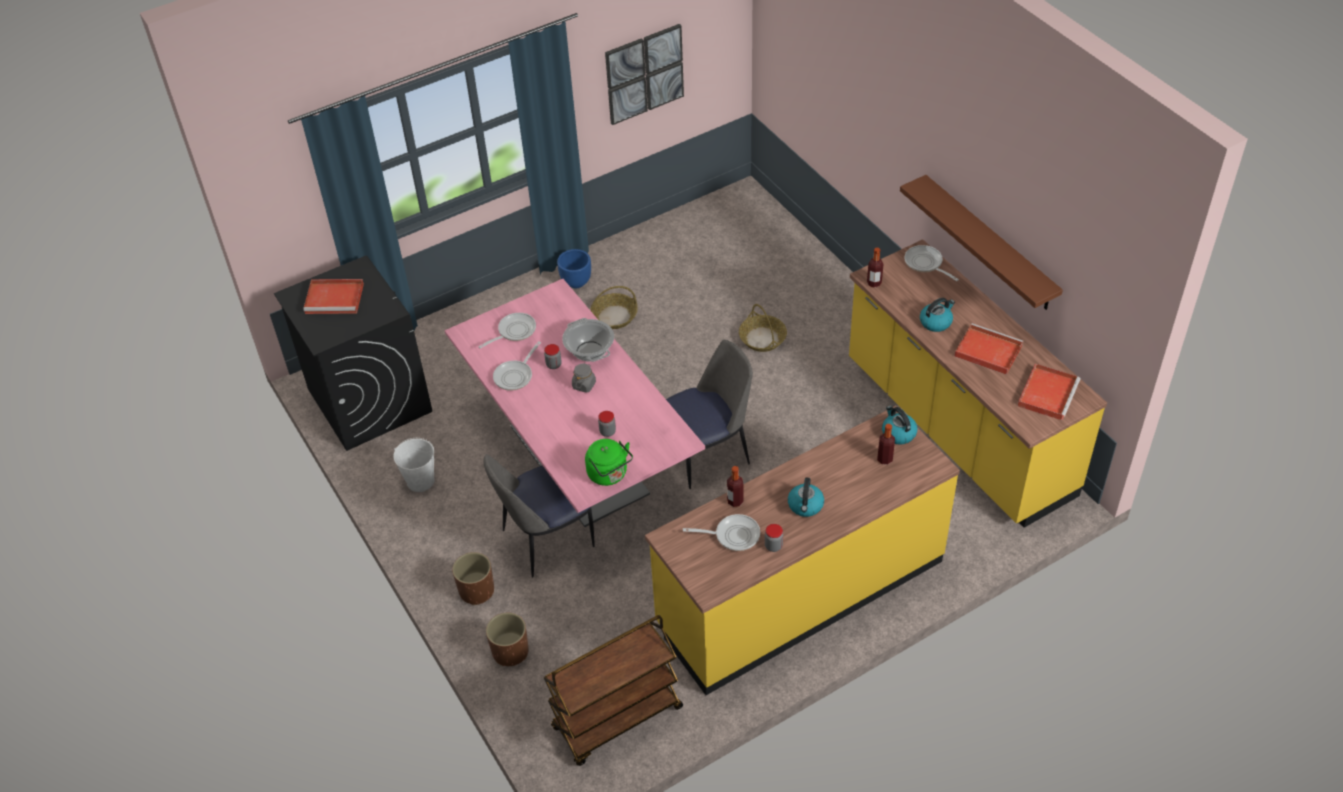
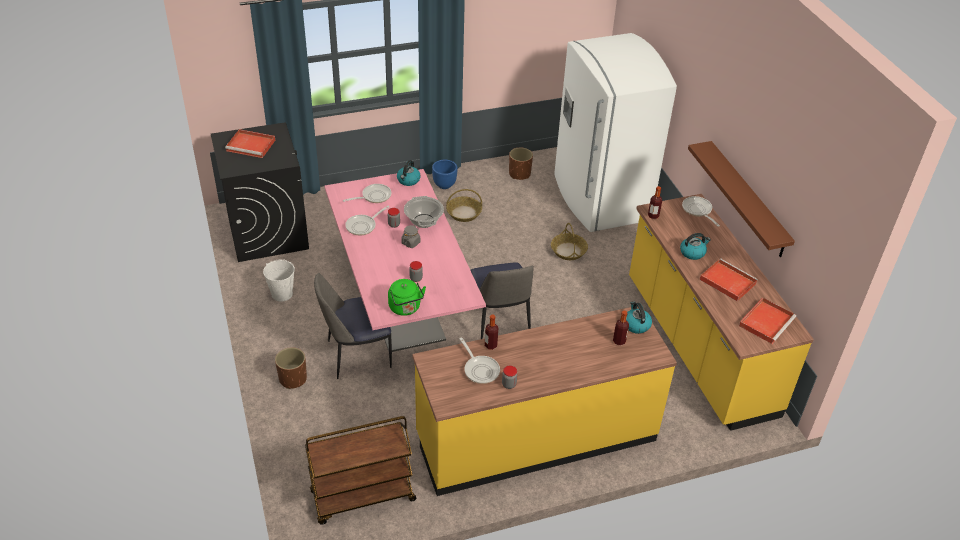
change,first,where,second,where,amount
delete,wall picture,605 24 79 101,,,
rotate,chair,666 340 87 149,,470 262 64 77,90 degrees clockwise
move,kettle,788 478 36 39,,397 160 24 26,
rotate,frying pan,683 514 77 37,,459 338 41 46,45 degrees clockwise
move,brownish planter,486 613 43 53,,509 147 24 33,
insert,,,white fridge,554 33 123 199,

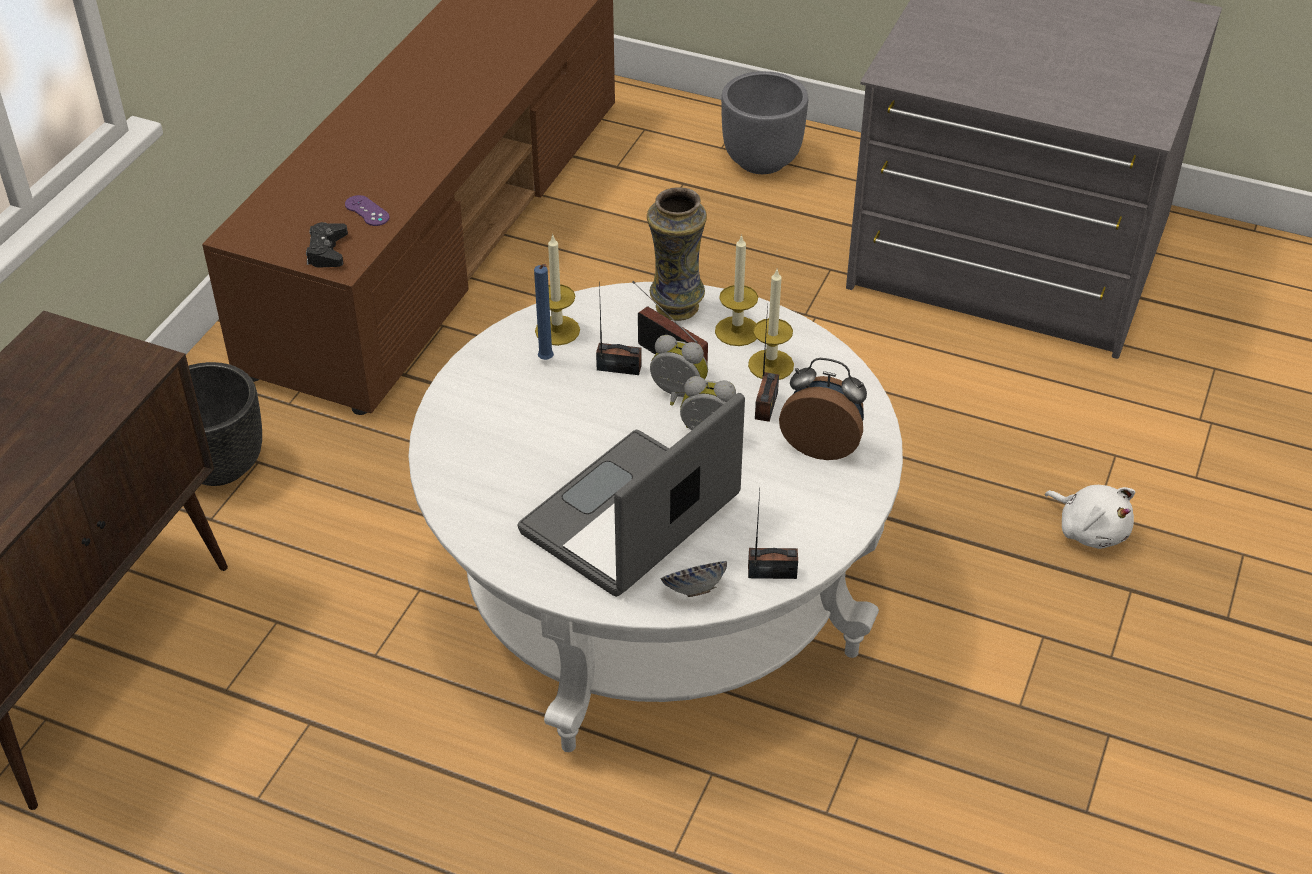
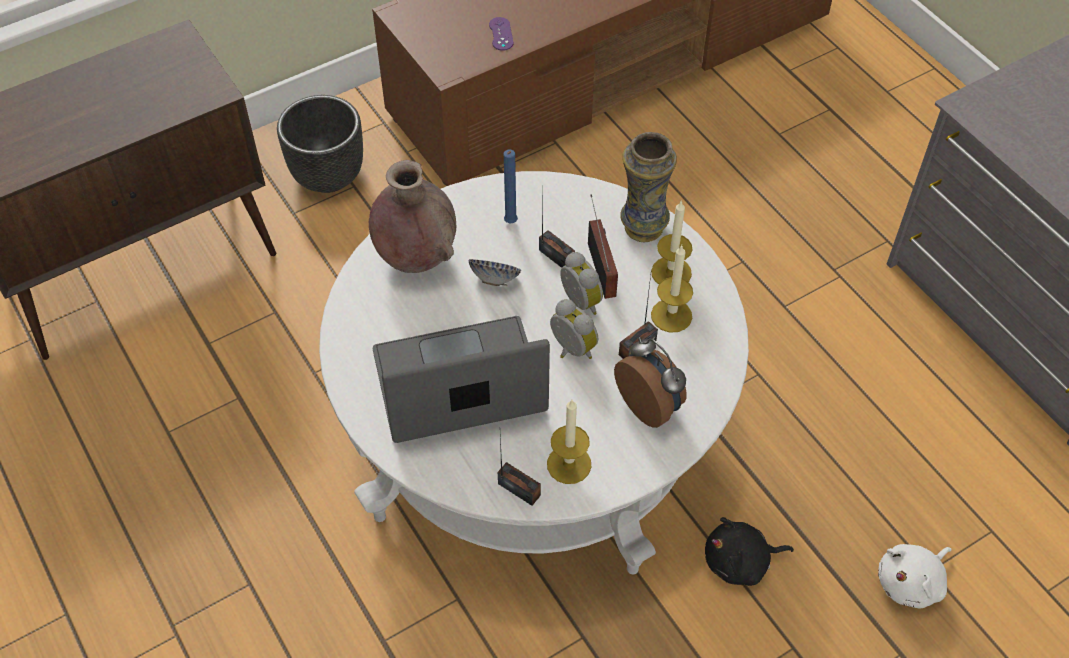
change,first,where,second,where,amount
delete,gray planter,721 71 87 103,,,
delete,black-coloured gamepad,306 222 42 46,,,
move,wax light,535 234 45 112,,547 400 44 84,
rotate,white cuddly toy,1045 485 90 64,,878 544 73 64,60 degrees clockwise
move,bowl,660 561 67 36,,469 259 52 27,
insert,,,brownish flower vase,369 160 87 113,
insert,,,black-coloured cuddly toy,705 517 89 69,

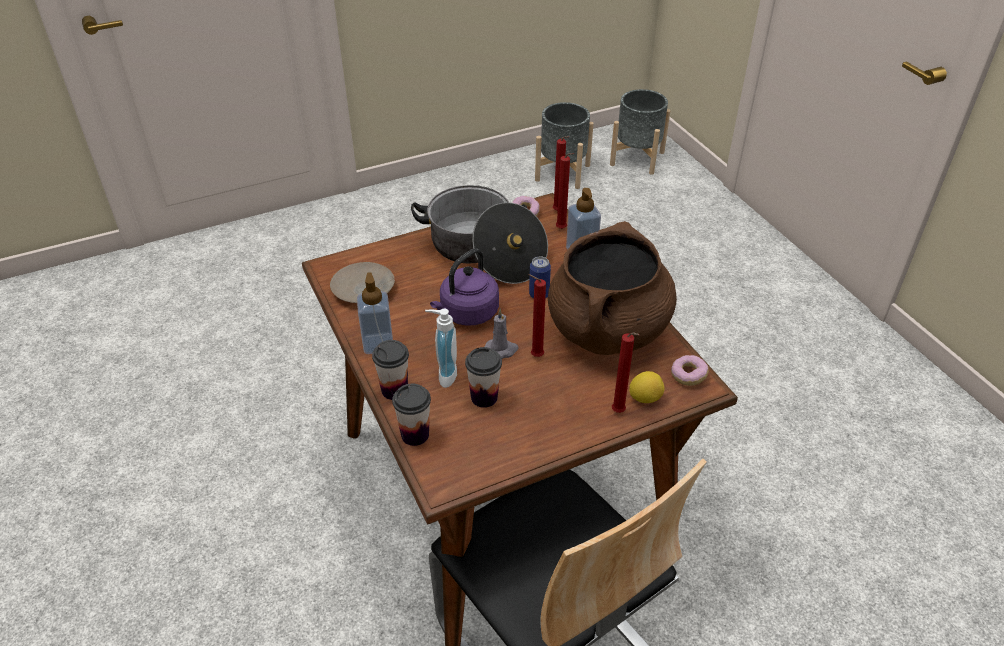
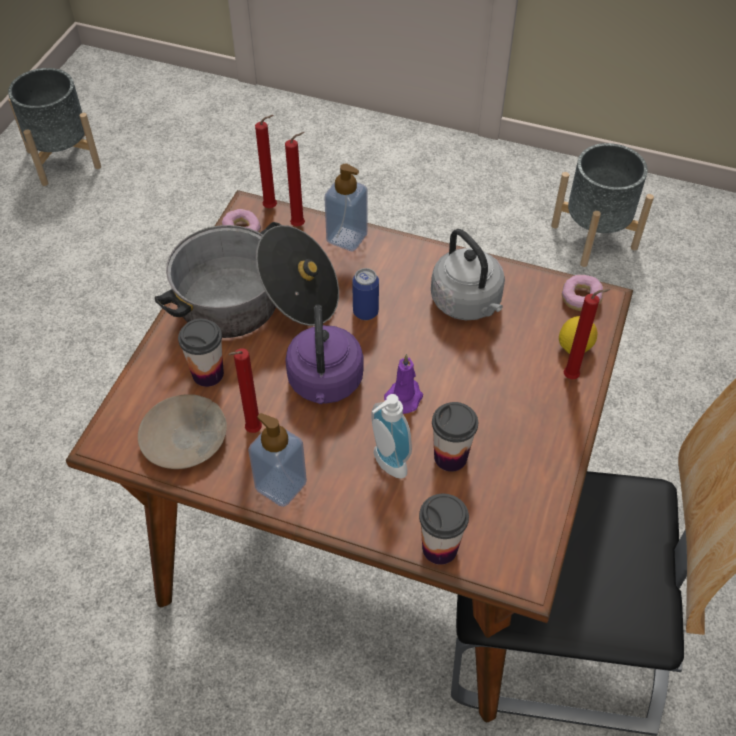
change,first,where,second,where,amount
move,gray planter,610 89 60 86,,551 143 103 124,
replace,brownish stockpot,548 221 129 134,gray kettle,431 229 74 91,
move,red-coloured wax light,528 274 18 83,,228 348 34 85,
recolor,gray wax light,485 309 33 50,purple wax light,384 354 39 60,
move,small cup,372 340 37 60,,178 319 46 68,

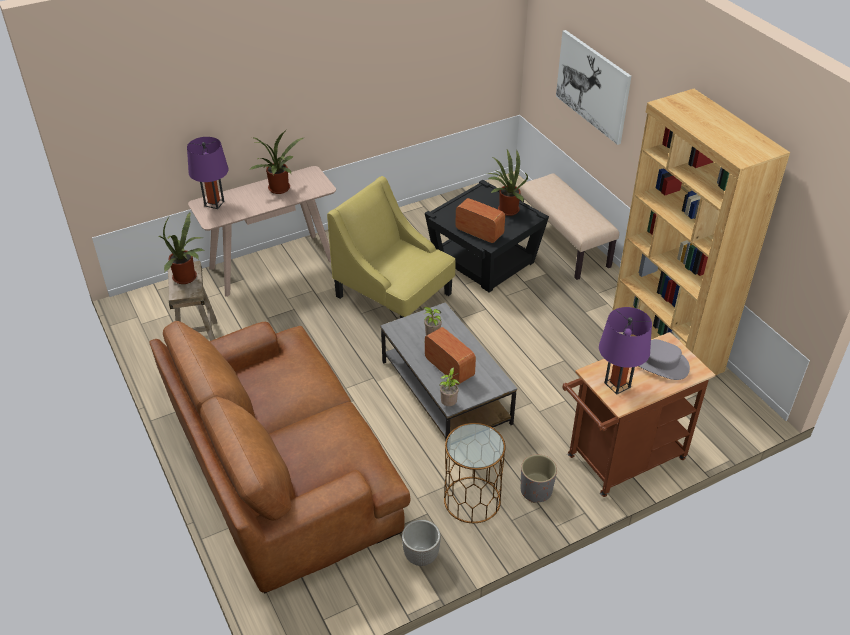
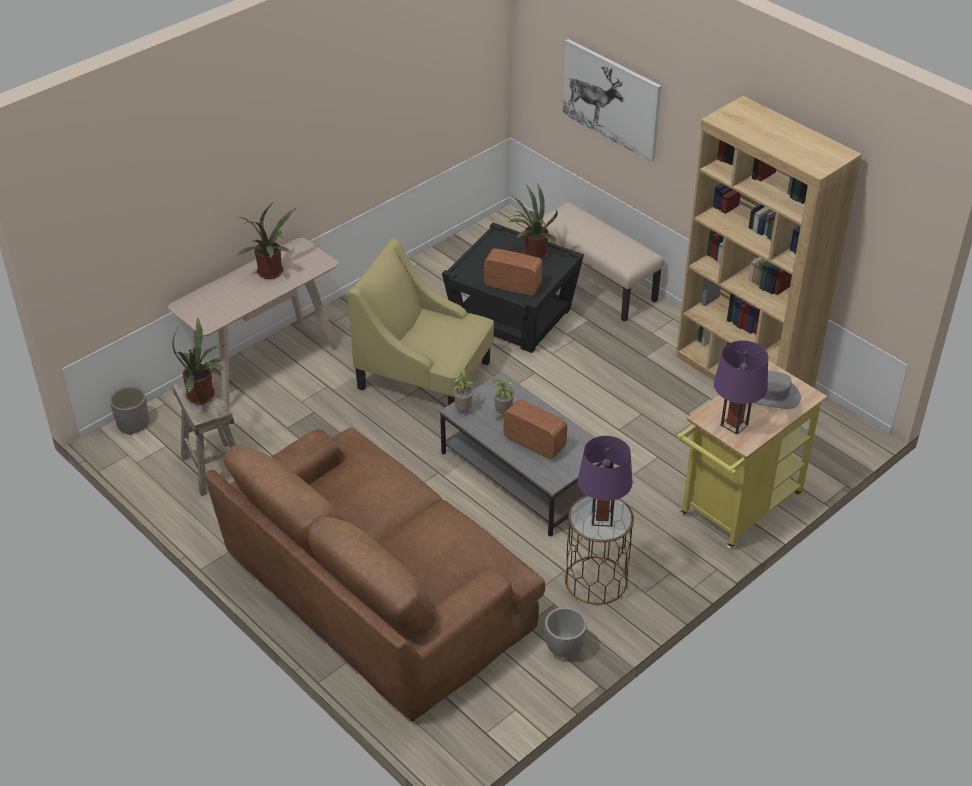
change,first,where,second,where,amount
move,purple lamp for a table,187 137 42 72,,578 436 55 91,
recolor,brownish trolley,562 332 153 165,yellow-coloured trolley,677 360 150 189,
move,potted plant,440 368 20 38,,453 369 20 42,
move,gray planter,520 455 37 48,,110 386 39 49,

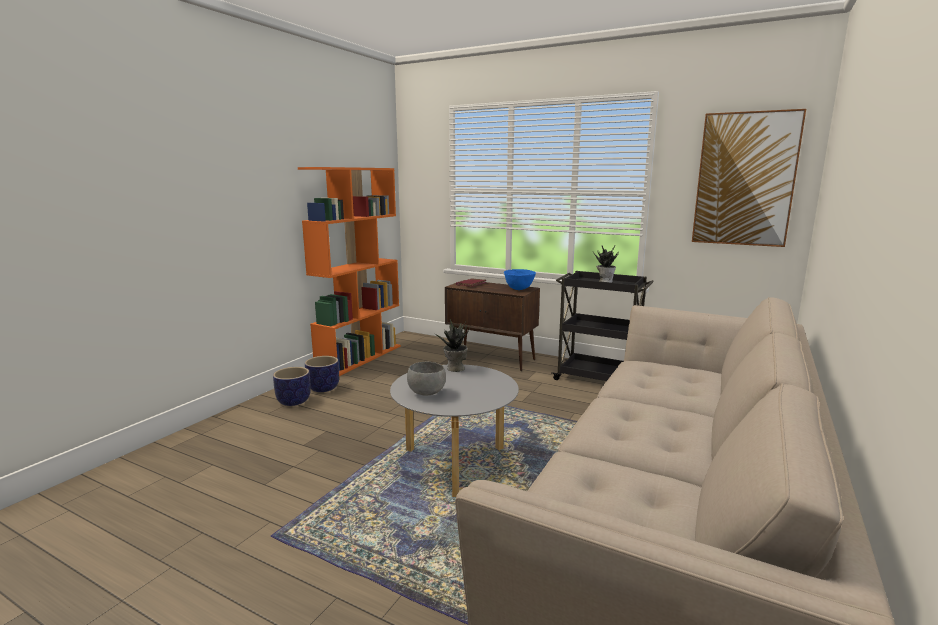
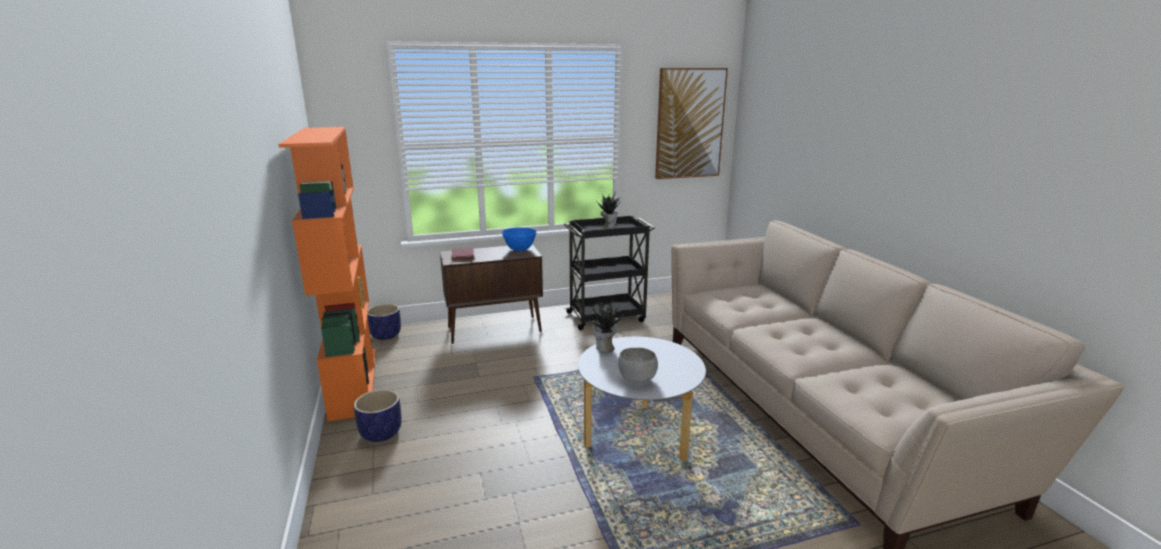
change,first,where,second,where,amount
move,planter,273 367 38 39,,367 304 34 36,

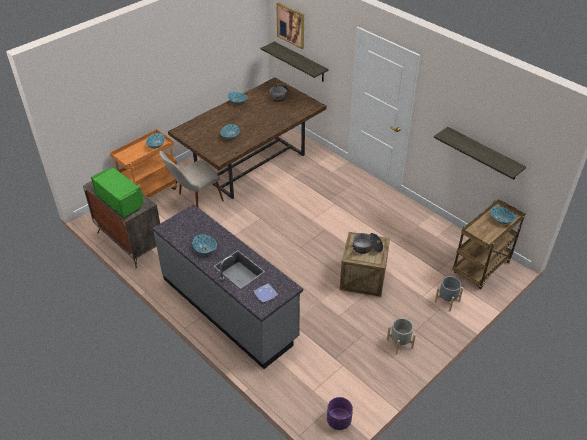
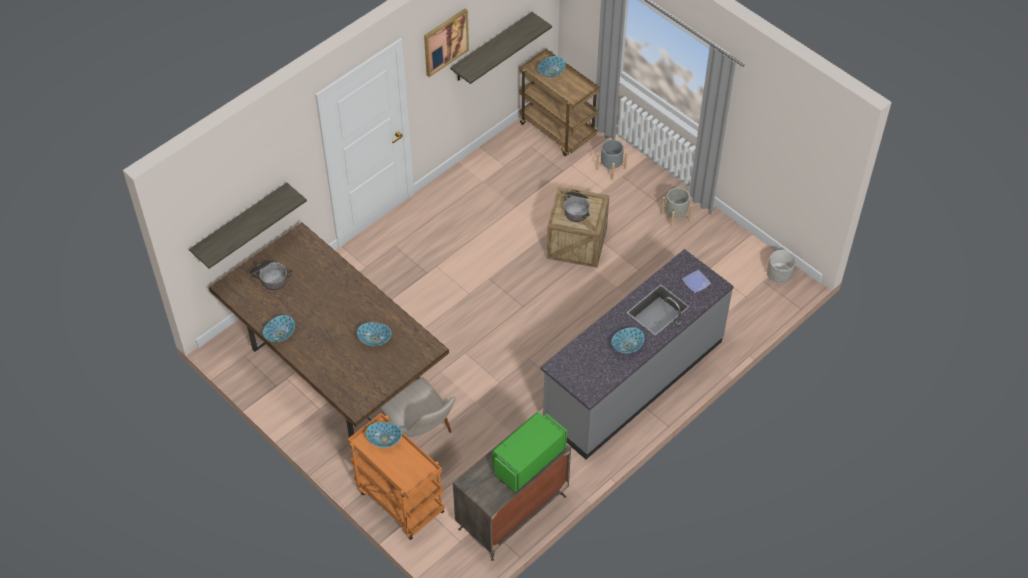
change,first,where,second,where,amount
move,wall picture,276 2 28 47,,424 9 45 68,
recolor,purple planter,327 397 26 33,gray planter,767 250 29 33,

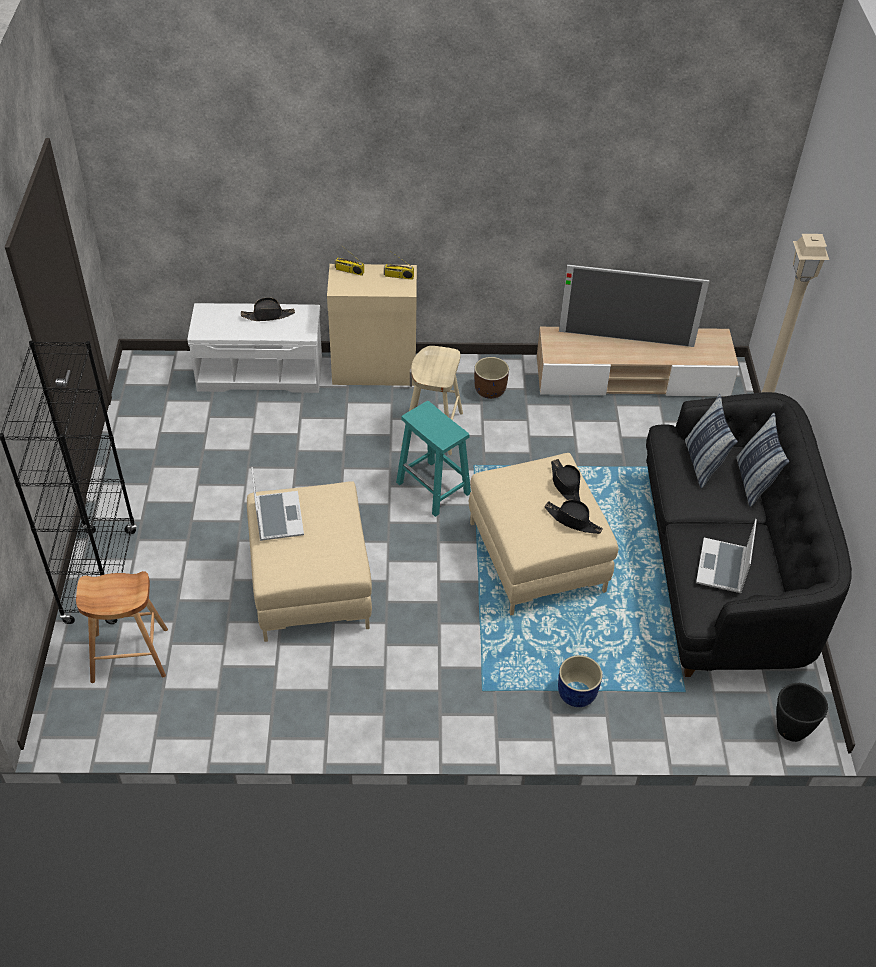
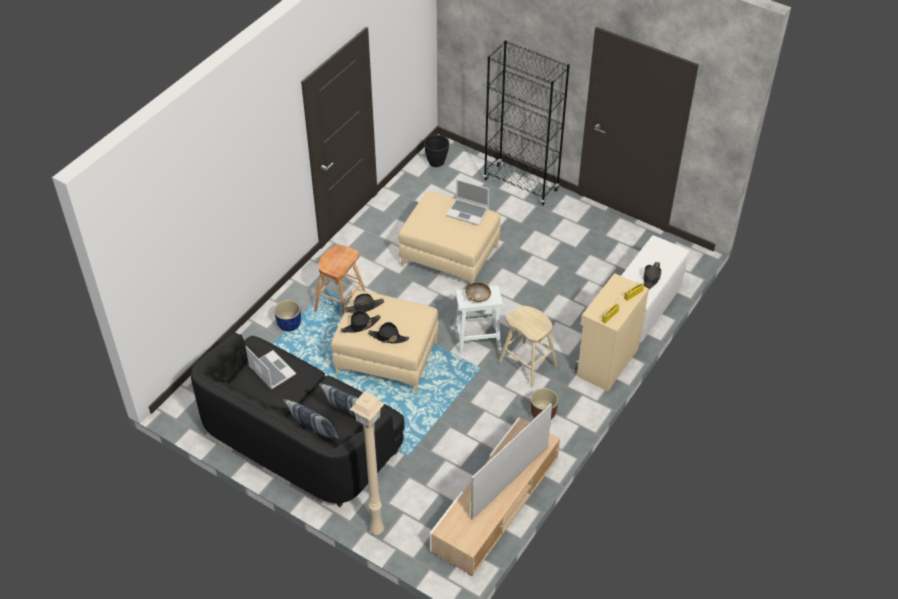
change,first,where,second,where,amount
recolor,turquoise-coloured sitting stool,396 401 75 116,white sitting stool,455 286 48 68,
move,brownish sitting stool,76 571 92 112,,314 245 52 70,
move,black-coloured planter,776 683 52 59,,424 135 25 32,
insert,,,beige bowl,465 282 26 20,
insert,,,black-coloured clothing hat,344 293 40 20,

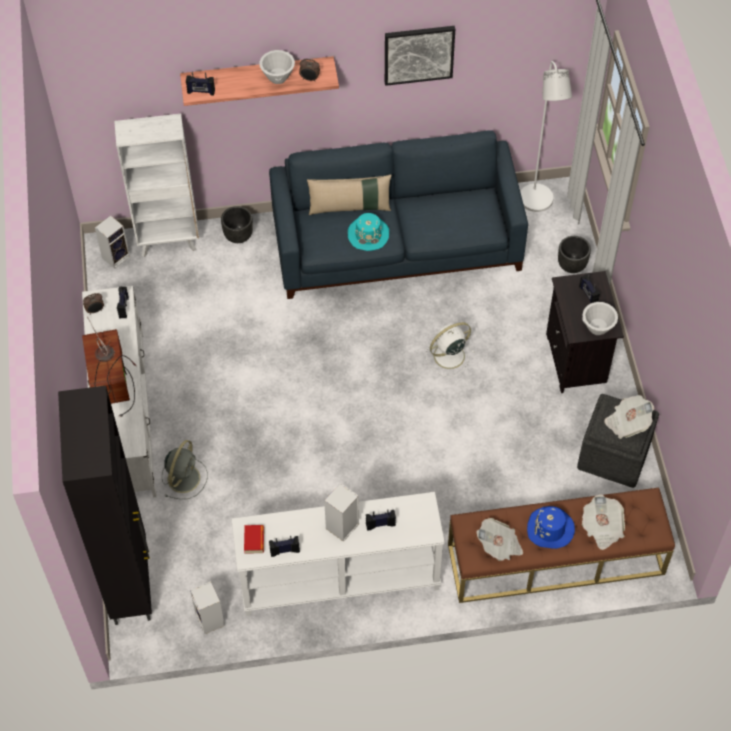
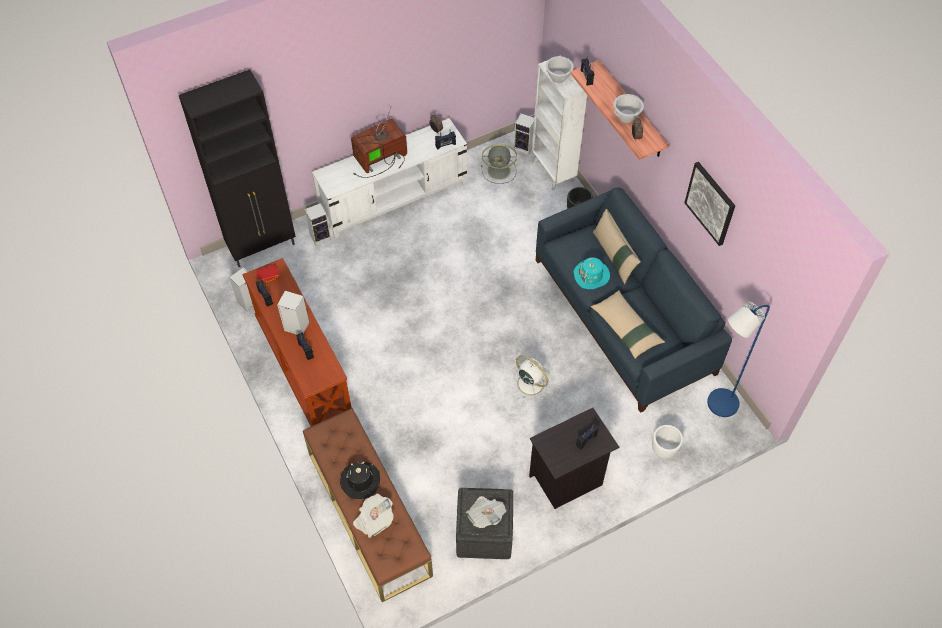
change,first,where,second,where,amount
recolor,white standard lamp,520 61 52 151,blue standard lamp,707 301 63 116,
recolor,black-coloured planter,558 236 33 37,white planter,652 425 31 34,
move,white bowl,582 302 36 33,,546 56 28 27,
move,gray fan,162 440 46 59,,481 144 36 40,
recolor,white narrow table,232 492 213 124,brownish narrow table,242 258 110 168,
recolor,blue clothing hat,527 506 48 43,black-coloured clothing hat,340 462 40 37,
delete,printed paper,476 518 47 43,,,
insert,,,loudspeaker,305 203 26 42,
insert,,,beige cushion,591 290 74 69,

